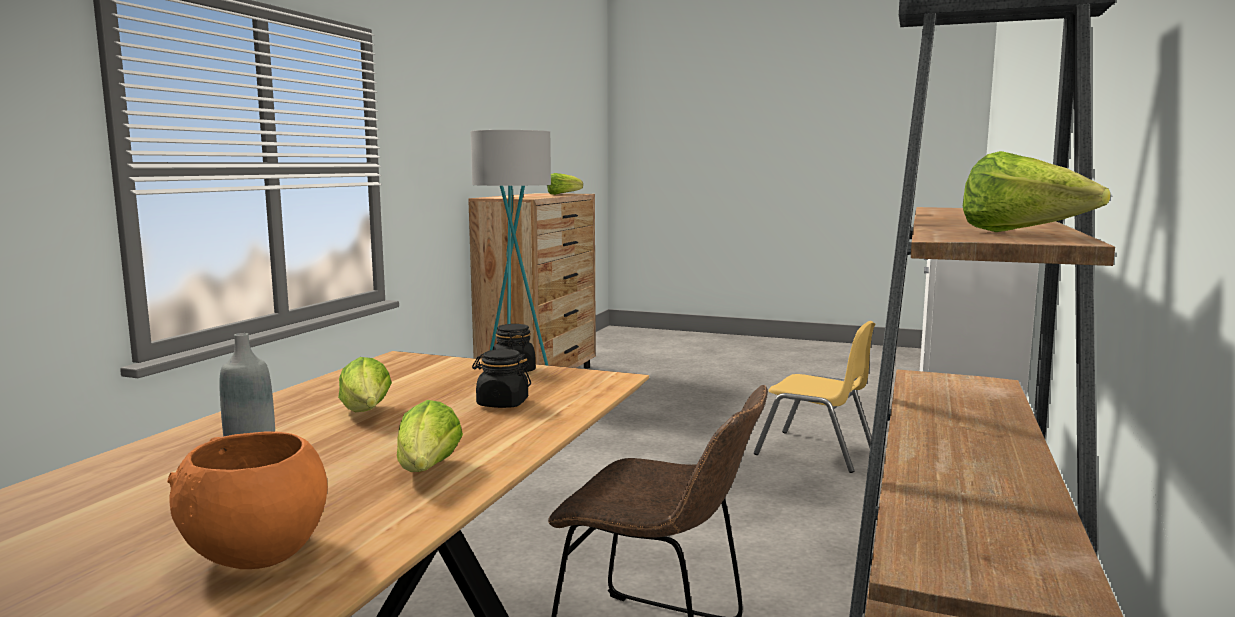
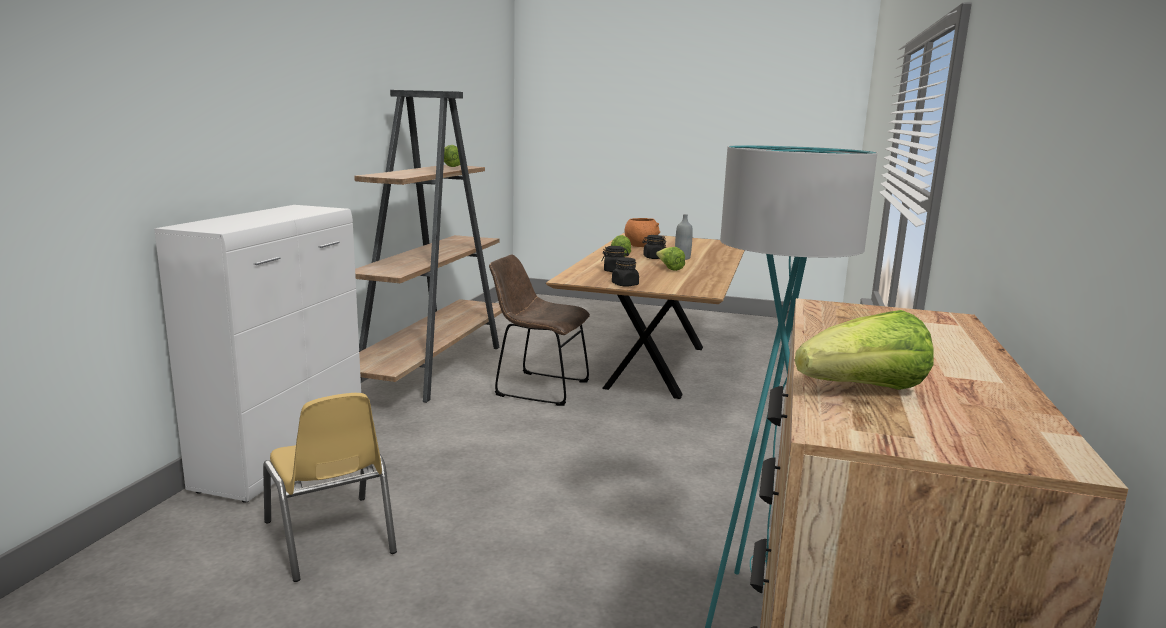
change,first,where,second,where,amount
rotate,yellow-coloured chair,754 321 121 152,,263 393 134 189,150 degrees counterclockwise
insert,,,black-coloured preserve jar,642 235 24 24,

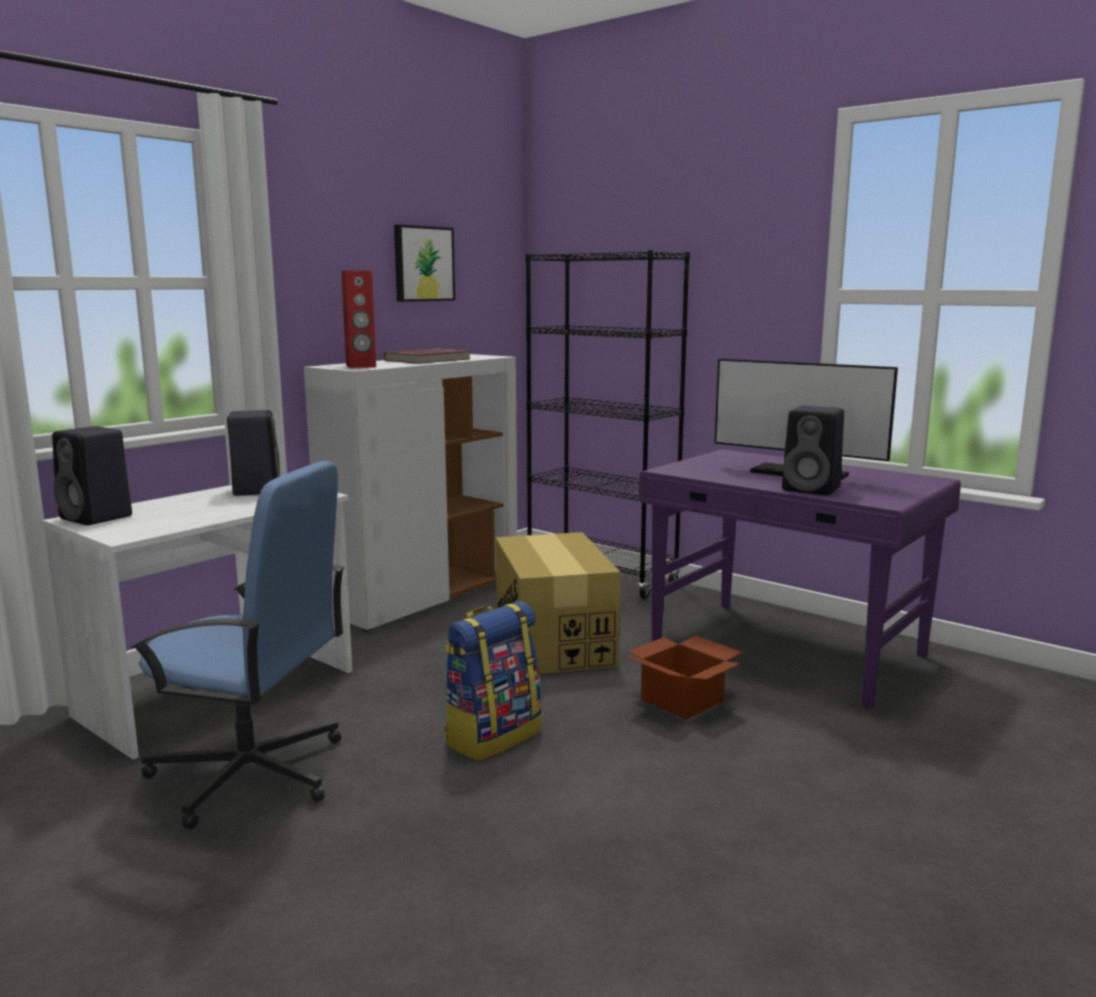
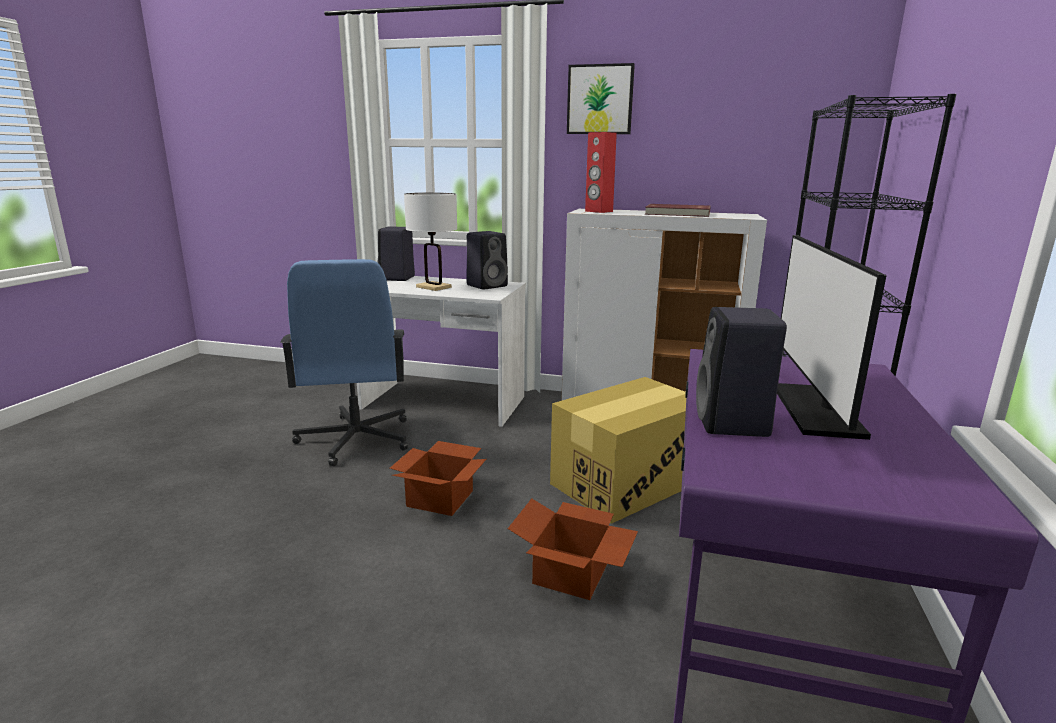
change,first,where,second,where,amount
move,wall picture,394 224 61 78,,567 63 68 71,
replace,knapsack,444 601 97 160,carton,390 441 97 75,
insert,,,white lamp for a table,404 193 53 98,

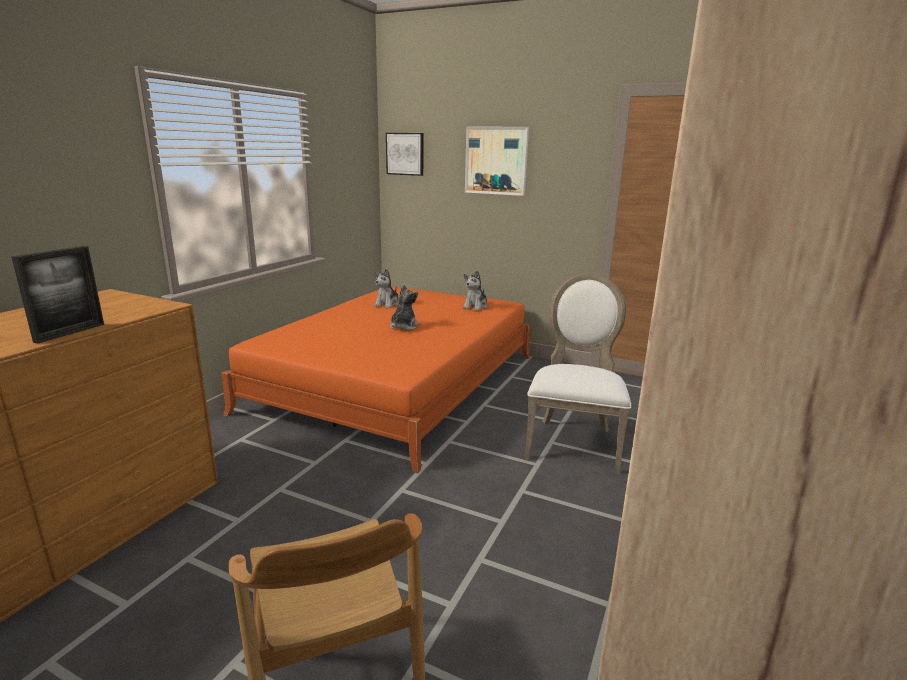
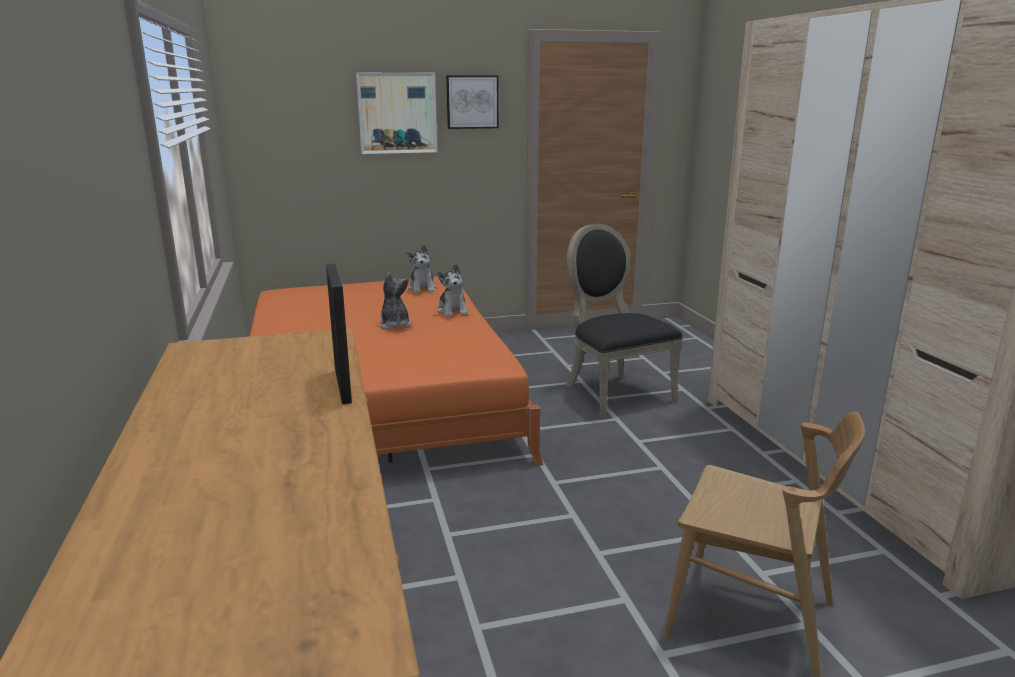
change,first,where,second,where,amount
move,wall picture,386 133 37 43,,446 75 53 54,
move,cuddly toy,374 269 25 39,,437 264 31 53,
recolor,white chair,524 274 107 200,black-coloured chair,566 224 117 195,

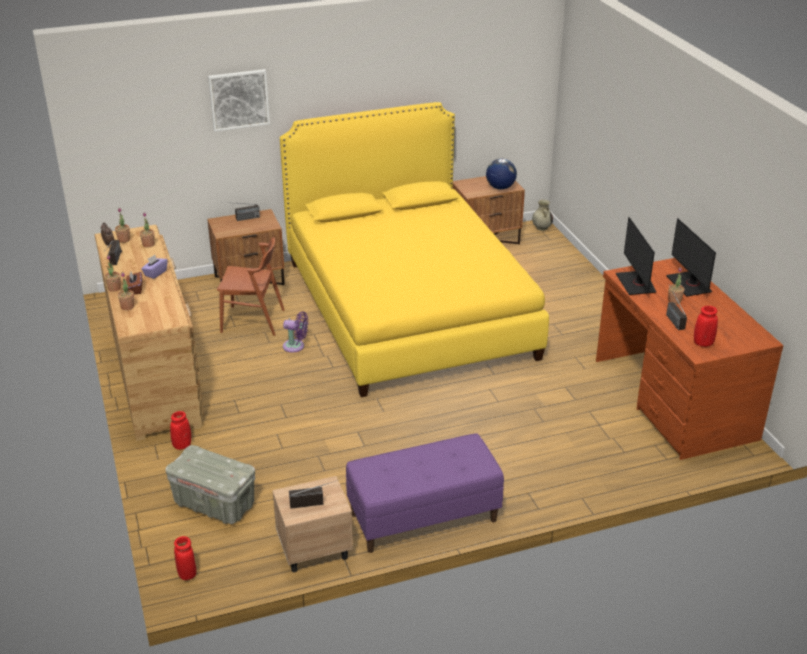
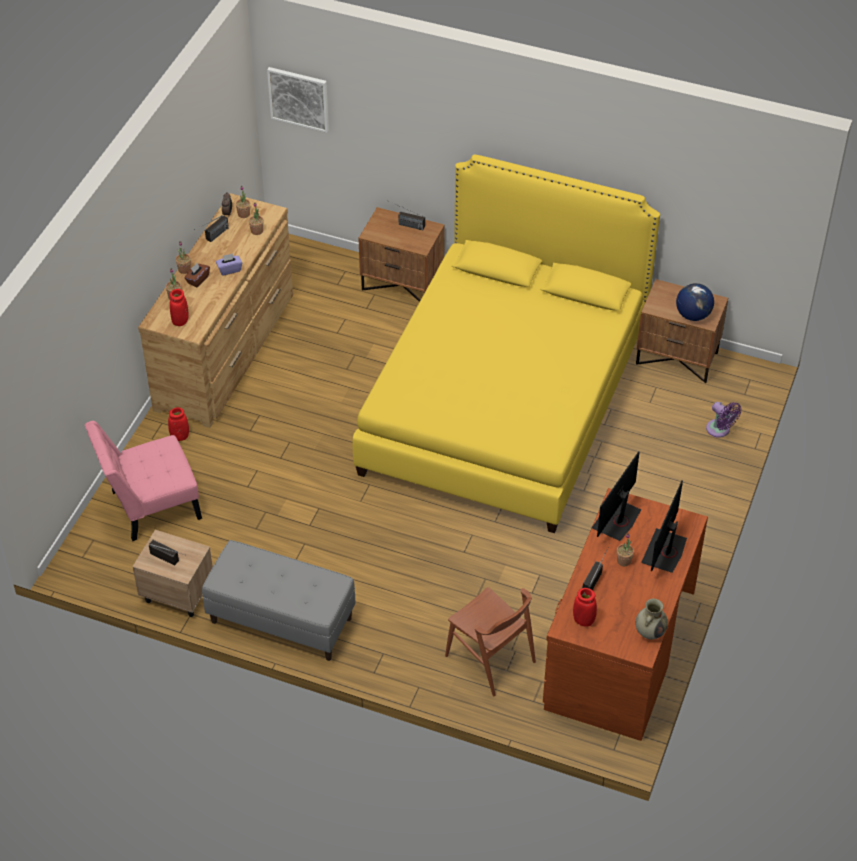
change,first,where,second,where,amount
move,wall picture,208 69 62 63,,267 67 62 66,
move,beige flower vase,532 200 21 31,,635 599 33 40,
move,brownish chair,217 237 67 99,,445 587 91 109,
move,purple fan,283 312 25 41,,706 402 36 36,
recolor,purple indoor bench,346 433 158 120,gray indoor bench,202 540 153 121,
replace,gray storage bin,165 445 90 79,pink-coloured chair,85 421 117 120,
move,red-coloured flower vase,174 536 22 44,,170 289 18 37,

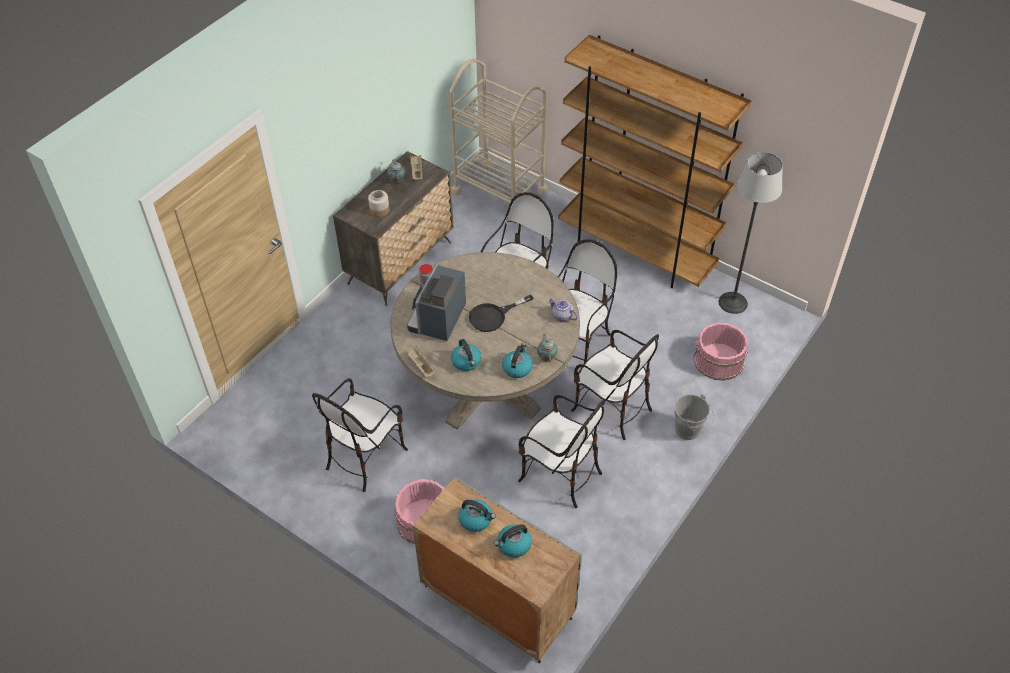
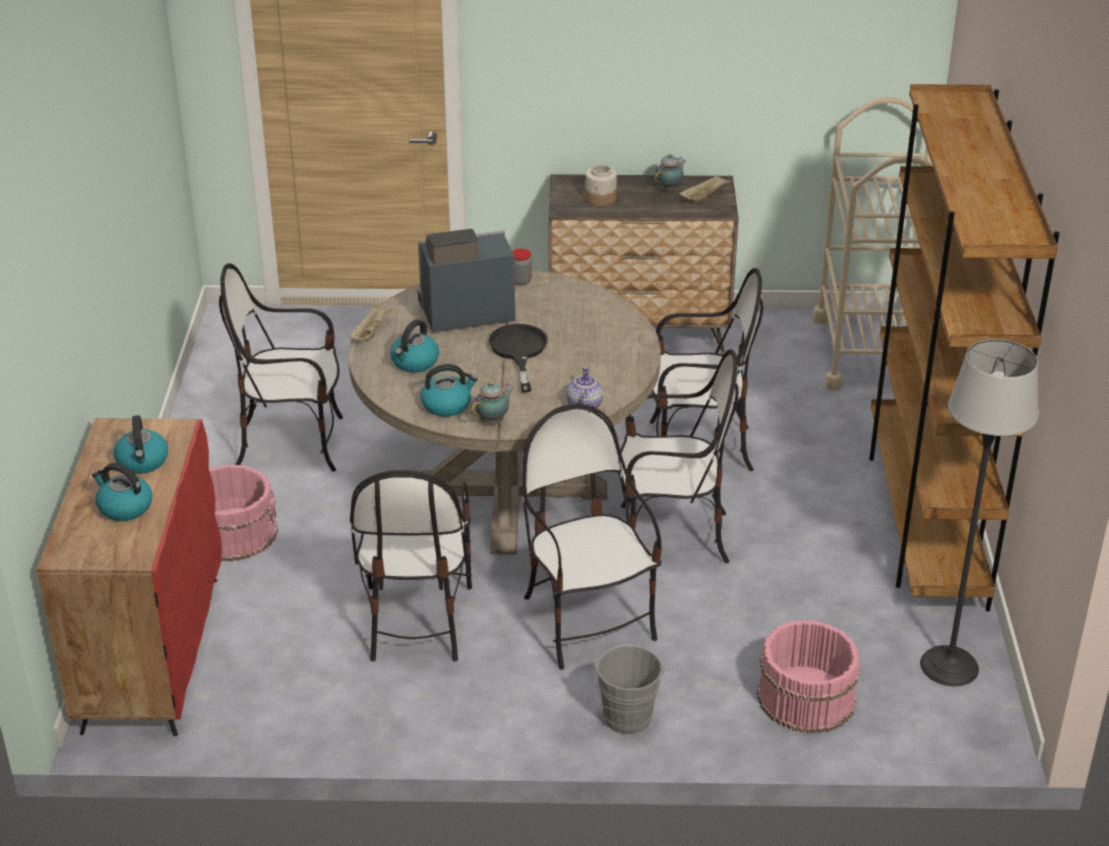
change,first,where,second,where,amount
rotate,black-coloured frying pan,469 294 64 38,,488 324 60 68,60 degrees clockwise
rotate,chair,571 330 88 110,,523 403 139 267,150 degrees clockwise
recolor,gray cabinet,412 476 170 187,red-coloured cabinet,36 418 186 318,

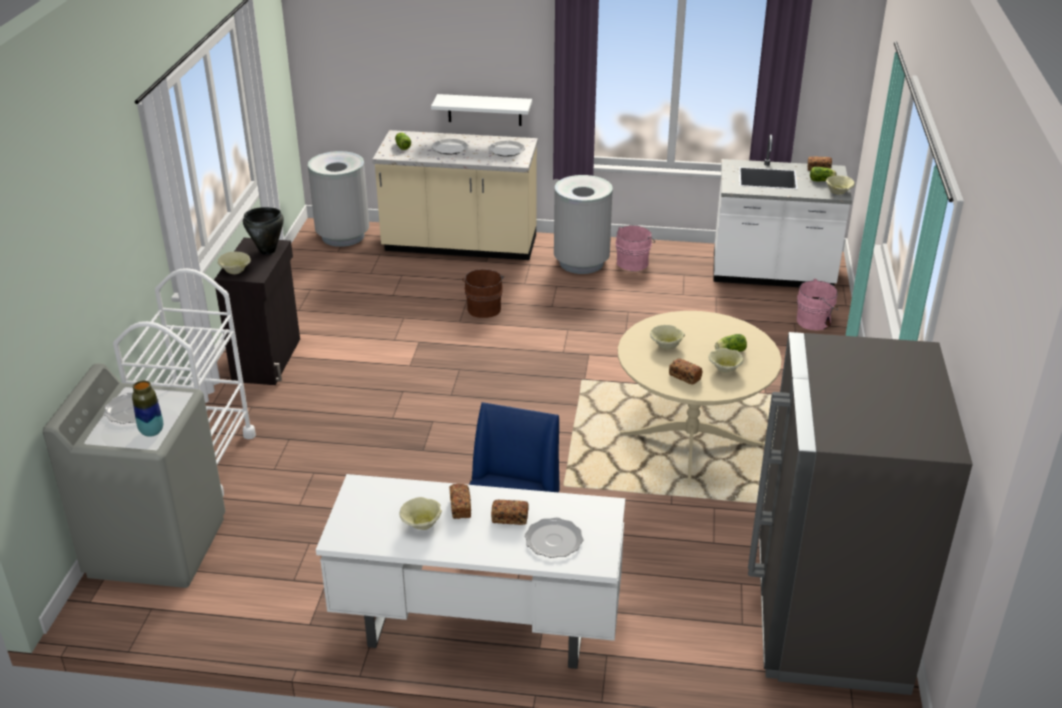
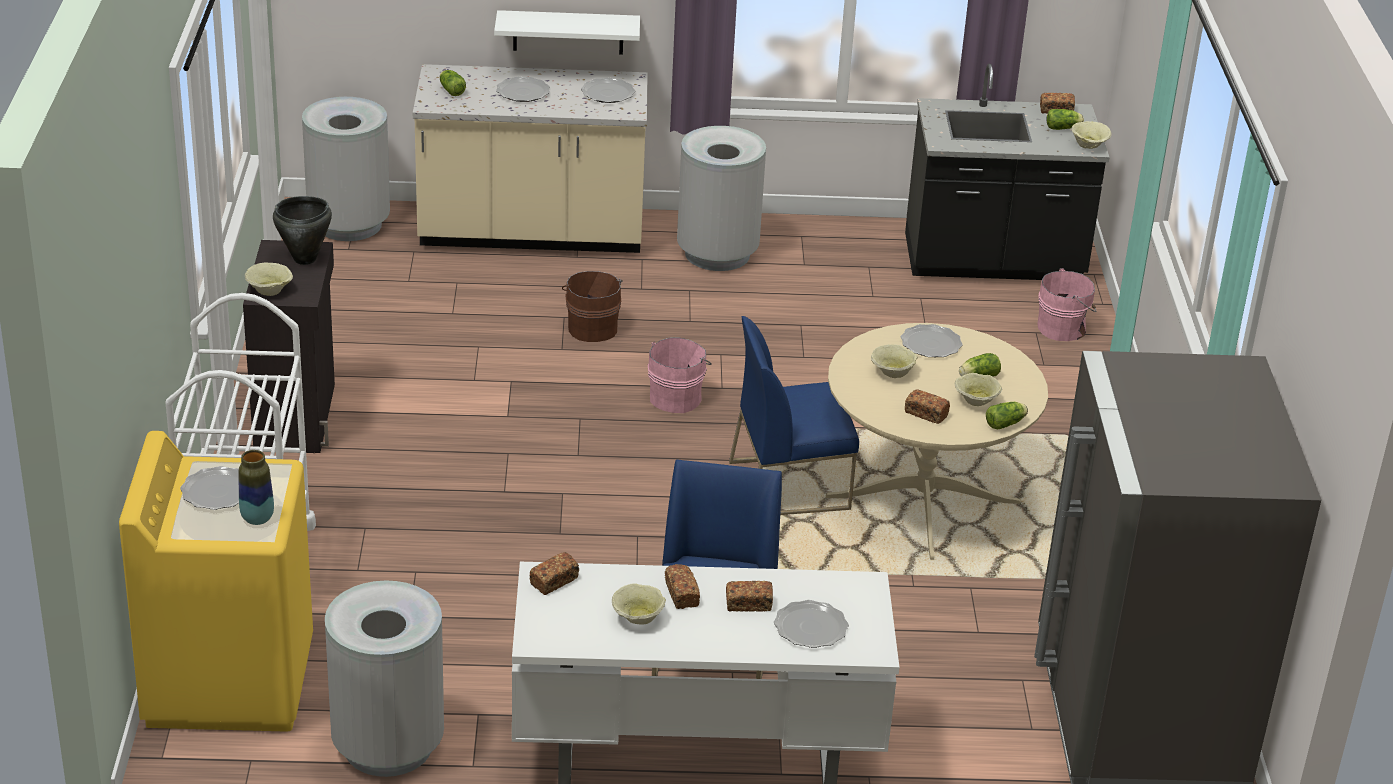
change,first,where,second,where,amount
recolor,white kitchen counter,713 135 139 152,black-coloured kitchen counter,905 64 205 216,
move,pink-coloured bucket,616 225 39 46,,648 338 64 75,
recolor,gray laundry appliance,43 363 182 225,yellow-coloured laundry appliance,119 431 194 301,
insert,,,blue chair,729 316 130 199,
insert,,,plate,901 324 62 33,
insert,,,lettuce,986 402 42 28,
insert,,,bread,529 552 50 43,
insert,,,gray trash can,325 580 119 197,

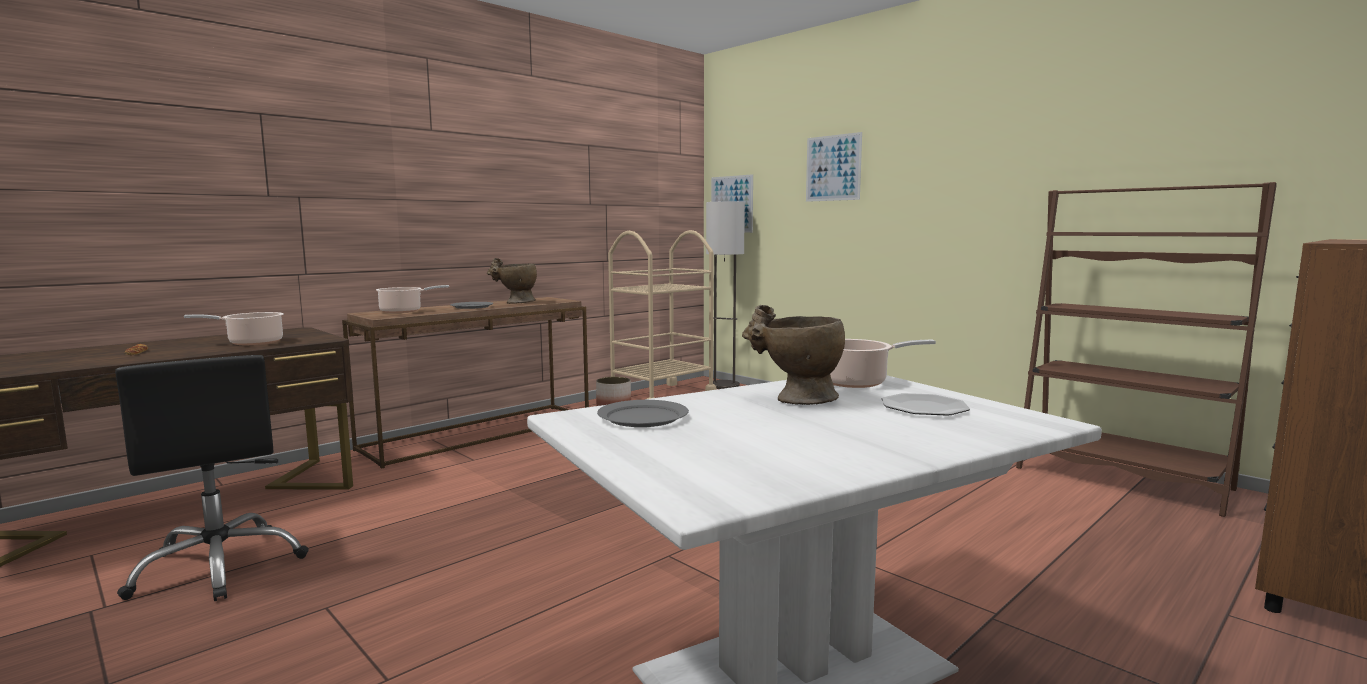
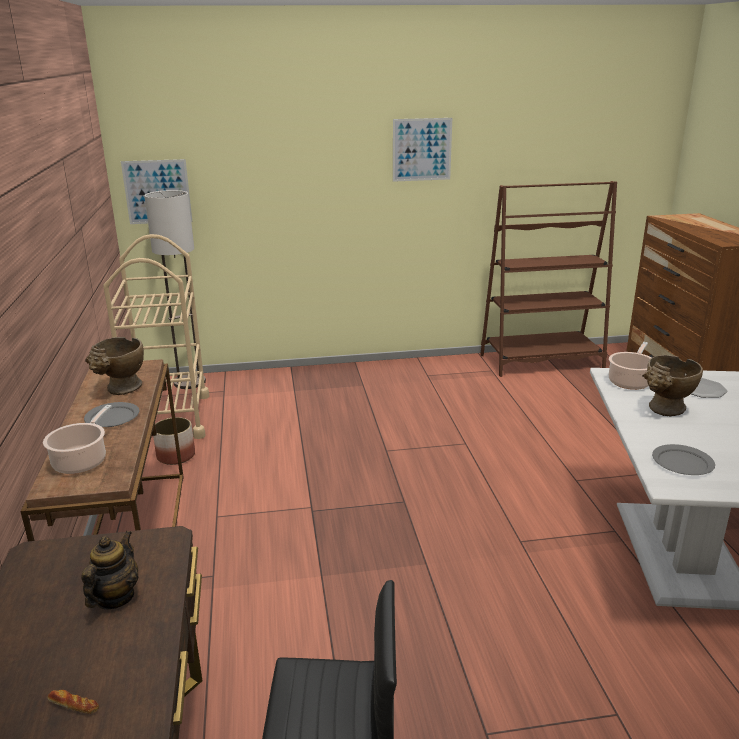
change,first,where,second,where,amount
move,wall picture,806 132 56 70,,393 118 59 64,
replace,stockpot,184 312 99 33,pot for tea,81 531 58 78,

